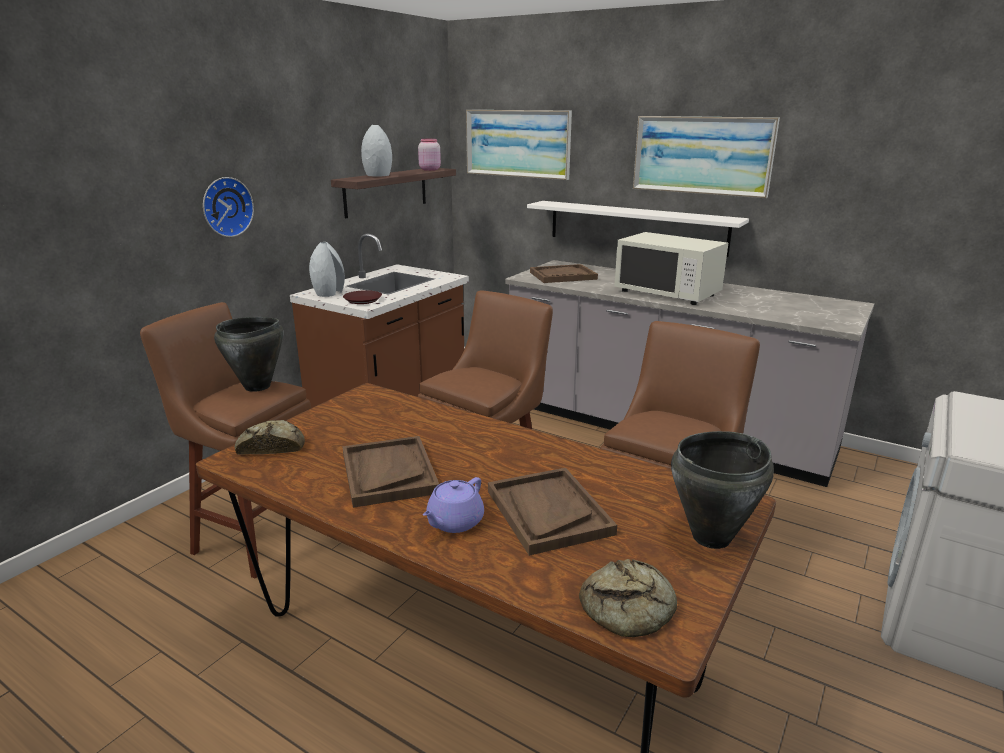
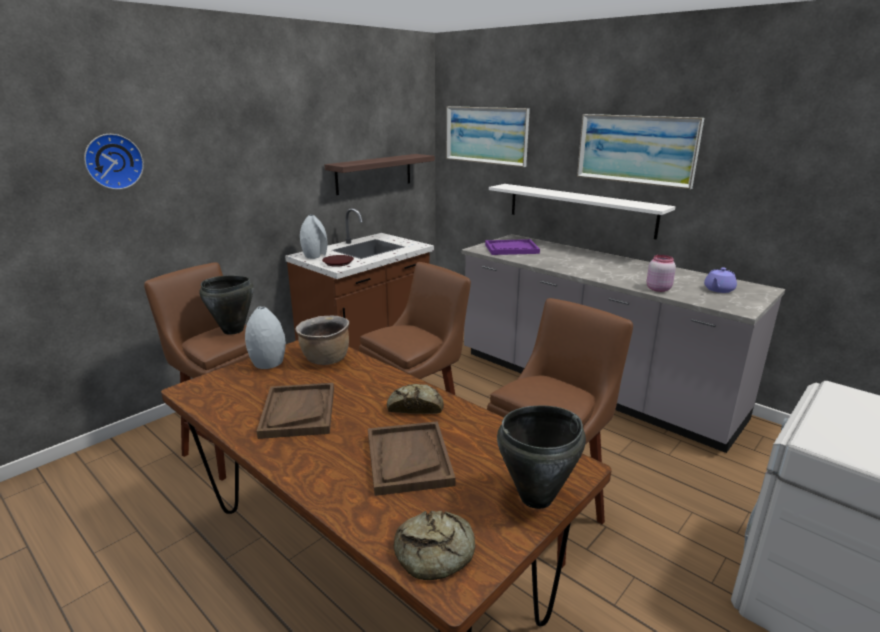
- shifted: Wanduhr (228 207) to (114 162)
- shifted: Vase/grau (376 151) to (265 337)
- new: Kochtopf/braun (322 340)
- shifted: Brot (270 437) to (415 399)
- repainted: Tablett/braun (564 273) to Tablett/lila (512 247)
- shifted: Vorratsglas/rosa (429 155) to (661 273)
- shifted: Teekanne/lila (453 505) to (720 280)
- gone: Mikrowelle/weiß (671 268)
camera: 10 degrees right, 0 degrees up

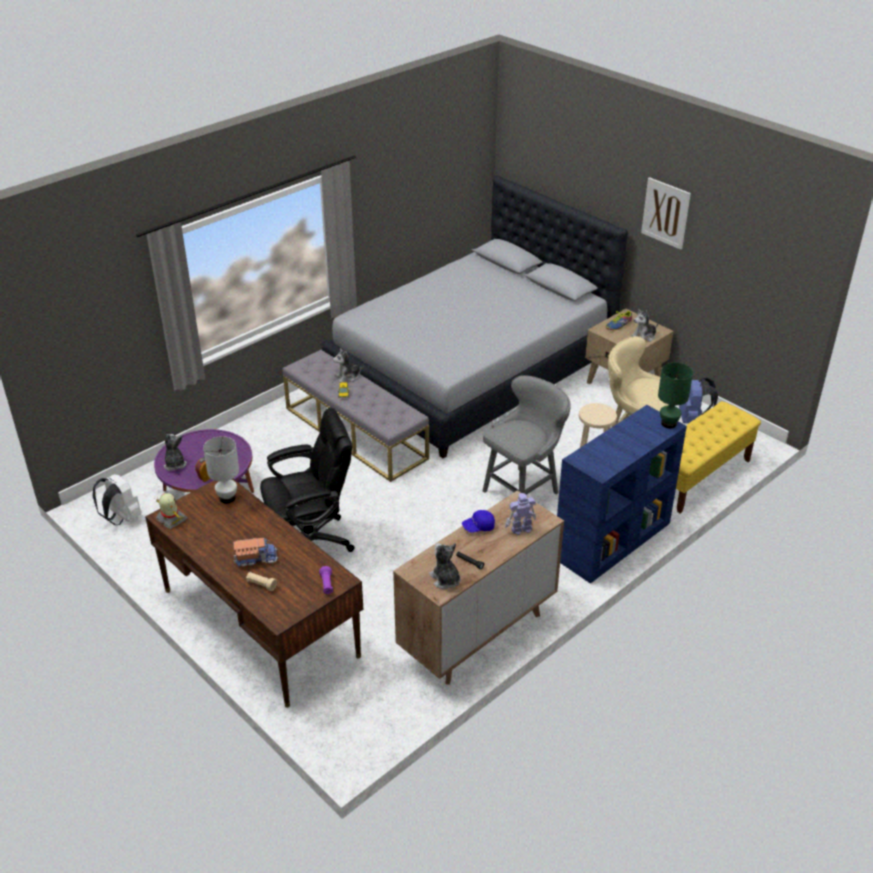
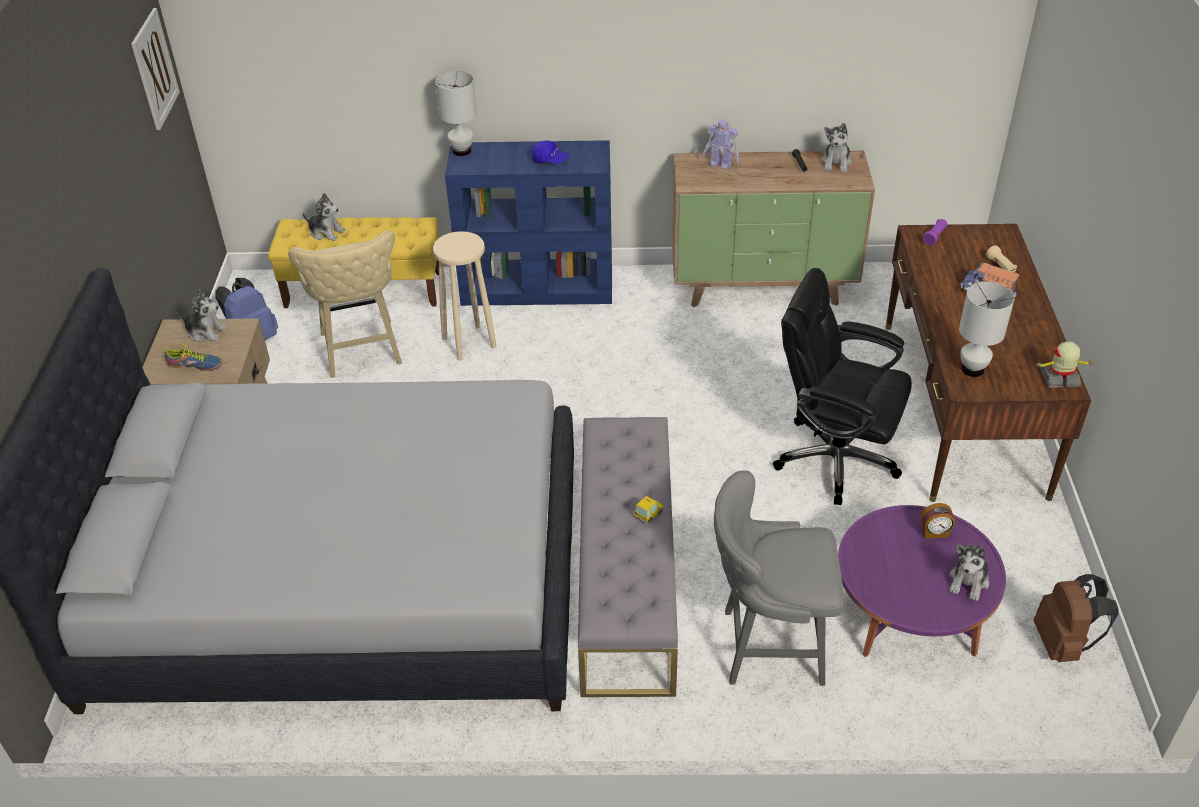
- shifted: Bild (666 213) to (155 69)
- shifted: Plüschtier (348 365) to (323 217)
- repainted: Tischlampe/grün (675 395) to Tischlampe/weiß (456 113)
- shifted: Kappe/blau (478 521) to (550 152)
- shifted: Hocker/grau (527 435) to (779 578)
- repainted: Rucksack/weiß (117 499) to Rucksack/braun (1076 618)
- rotated: Spielzeugroboter (171 511) = (1065 364) 90 degrees clockwise
camera: 135 degrees left, 5 degrees up

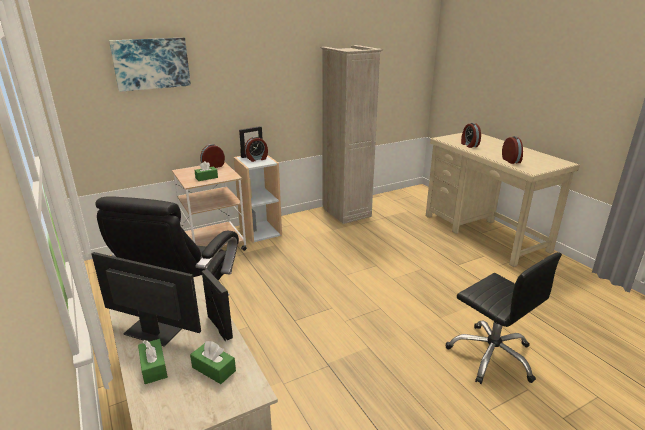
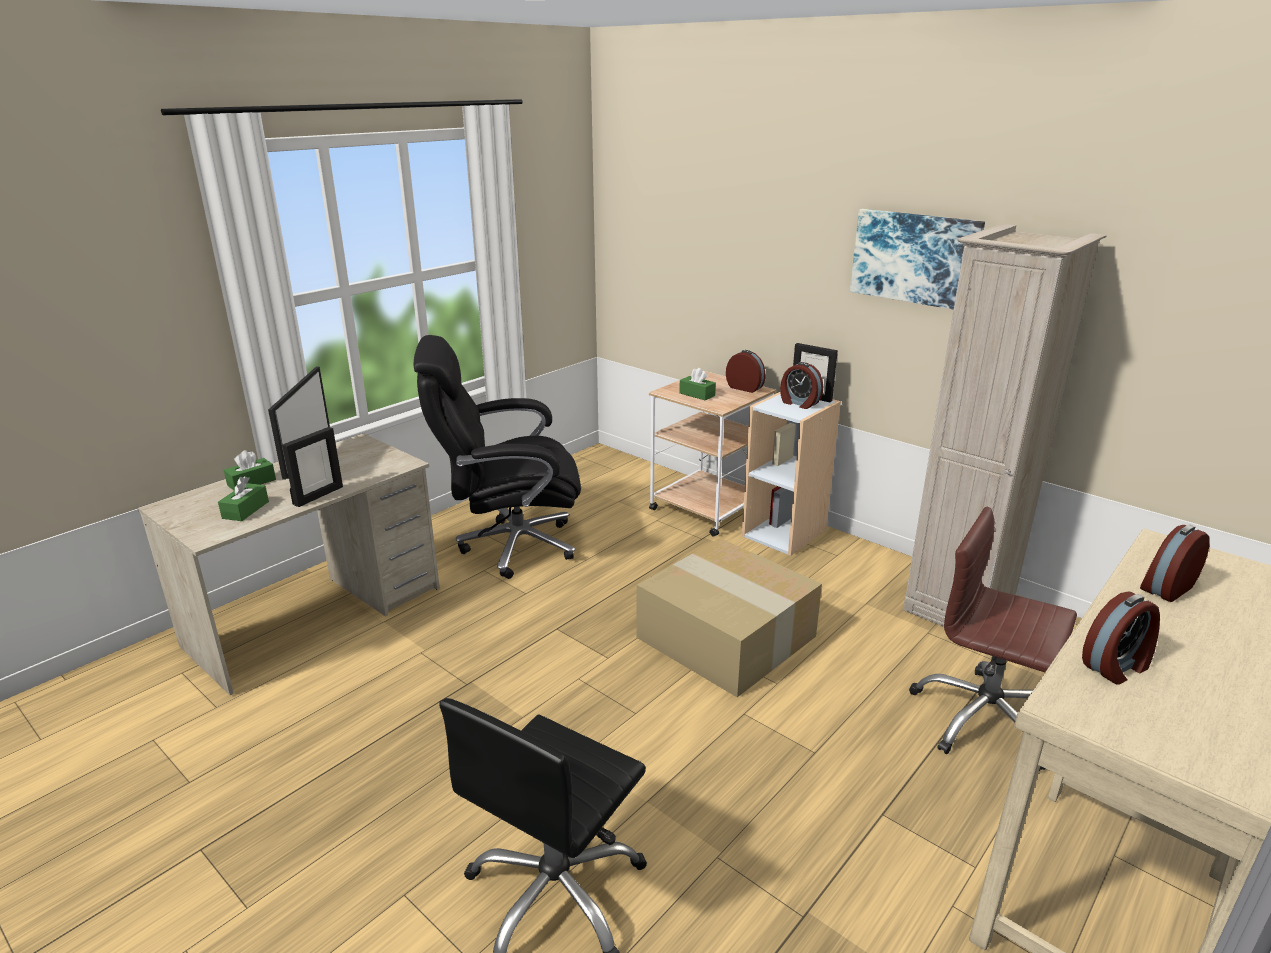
- new: Karton (729 617)
- shifted: Bild (150 65) to (917 259)
- new: Bürostuhl/braun (993 638)
camera: 70 degrees right, 0 degrees up

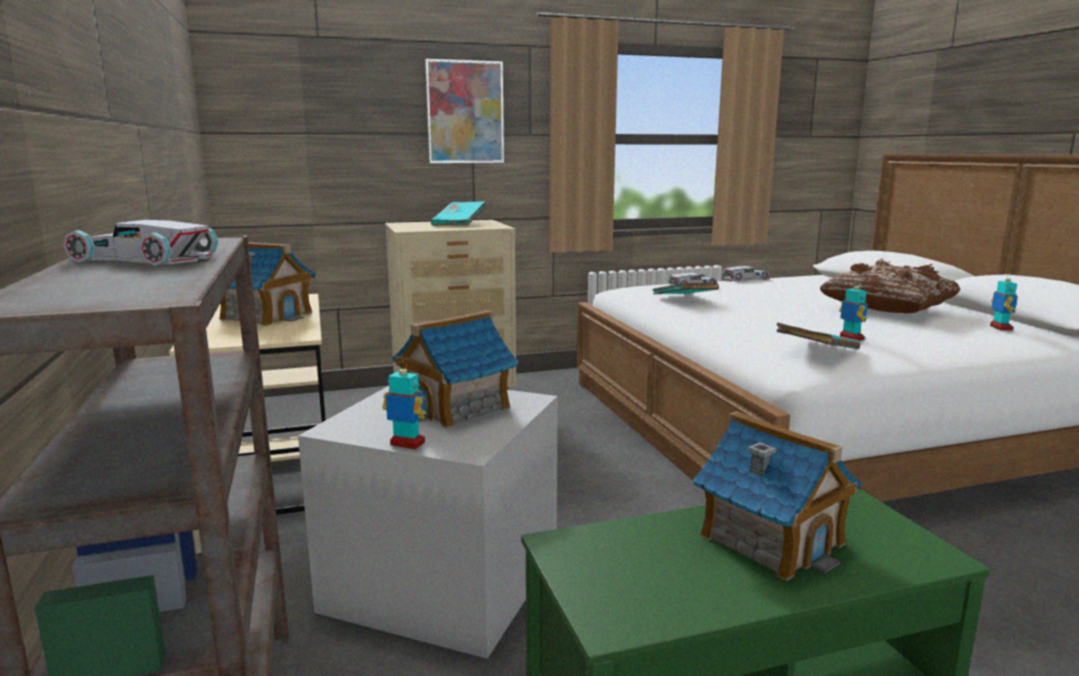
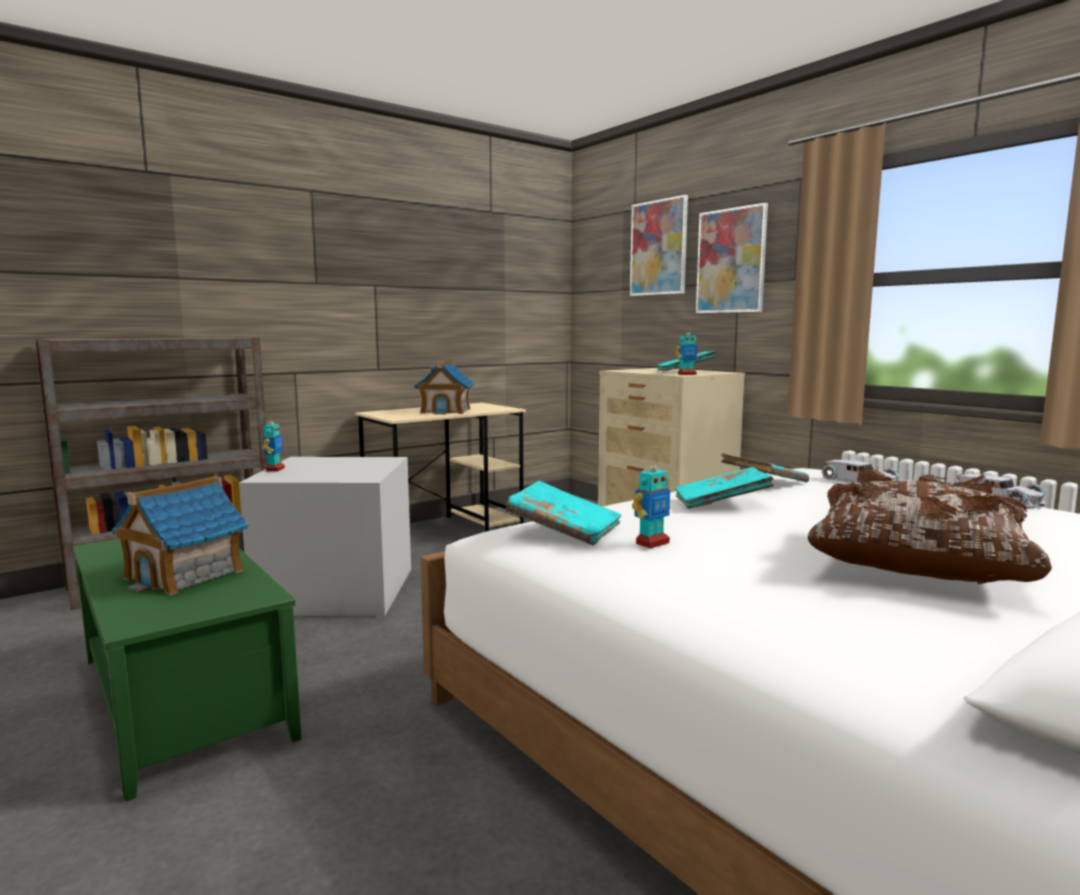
- new: Bild (659 245)
- new: Buch/türkis (724 488)
- shifted: Spielzeugroboter (1004 302) to (687 351)
- gone: Spielzeugauto/weiß (141 243)
- gone: Spielzeughaus (455 369)
camera: 70 degrees right, 5 degrees down

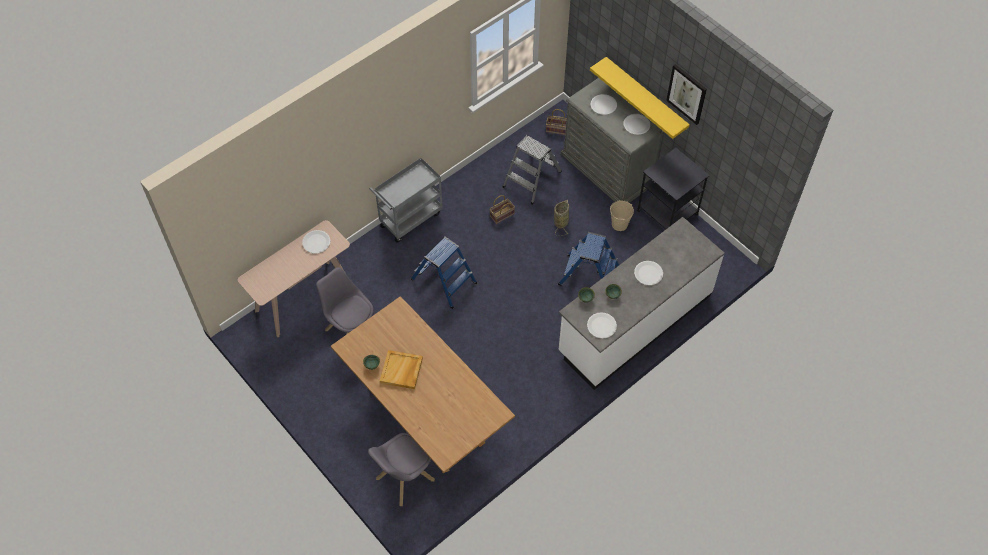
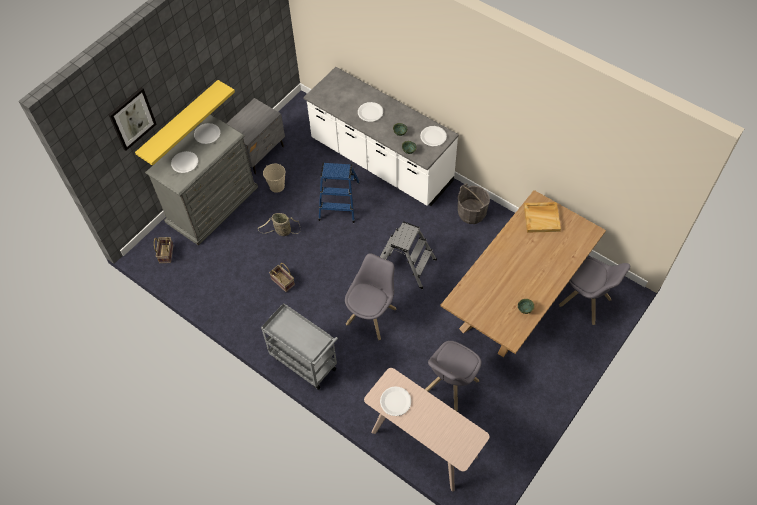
- shifted: Bild (686 94) to (132 119)
- swapped: Rollwagen/schwarz (673 188) to Nachttisch/grau (255 136)
- swapped: Trittleiter/blau (444 273) to Stuhl/grau (371 296)
- shifted: Trittleiter/grau (532 170) to (408 255)
- new: Eimer/grau (474 203)
- shifted: Tablett/beige (401 369) to (542 217)
camera: 100 degrees left, 0 degrees up

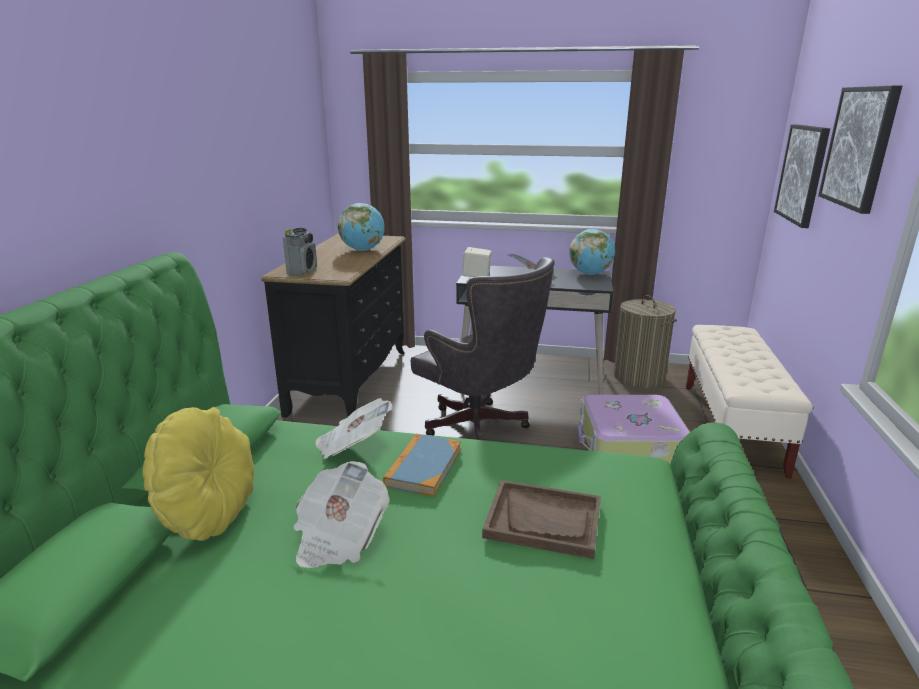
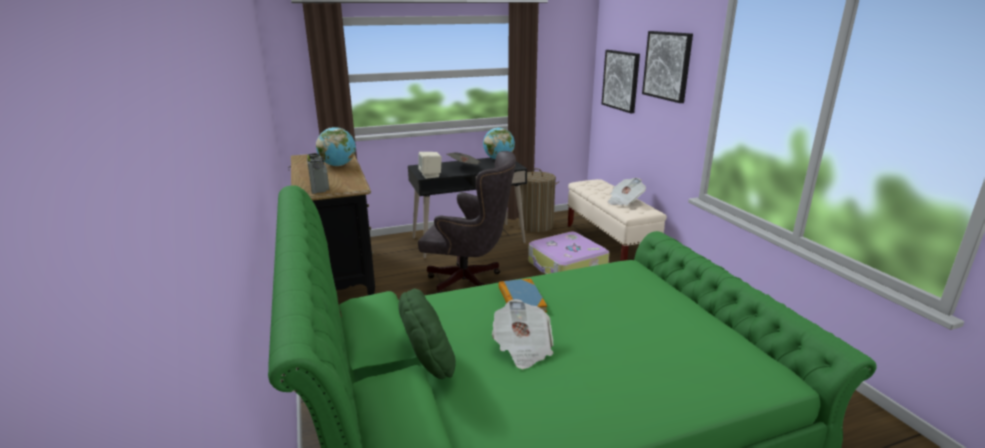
- repainted: Kissen/gelb (198 474) to Kissen/grün (427 333)
- shifted: Zeitung (353 428) to (626 192)
- gone: Tablett/braun (541 519)
camera: 30 degrees left, 0 degrees up

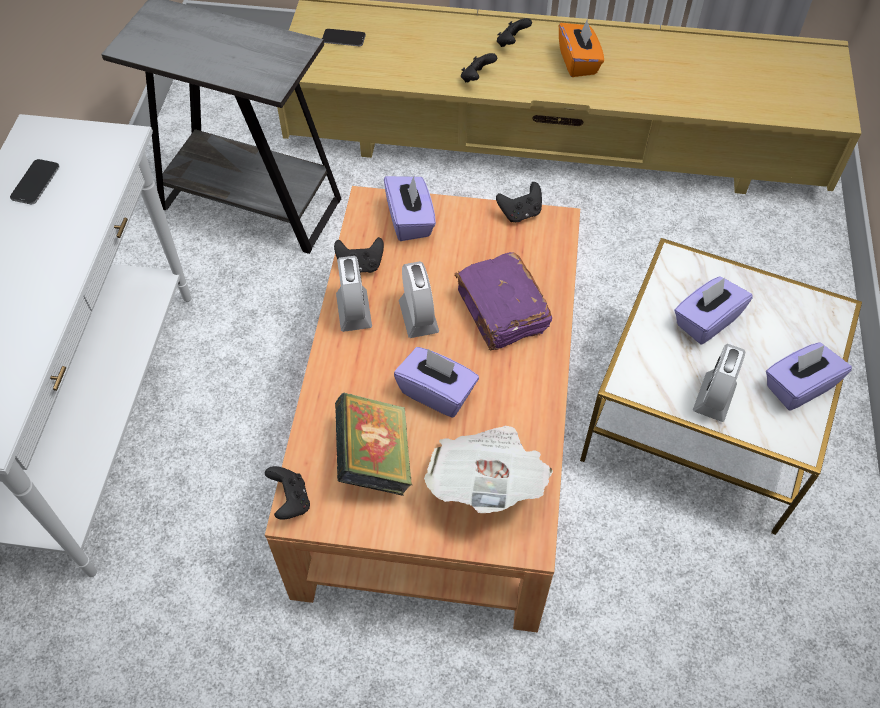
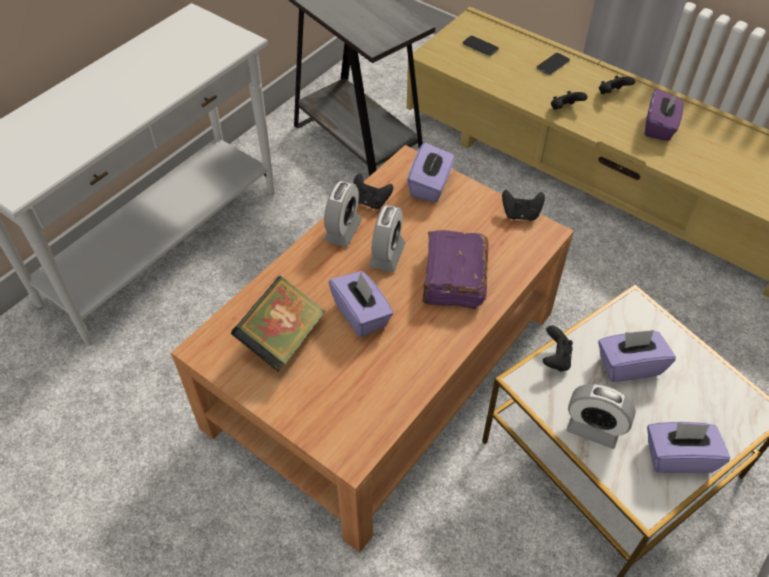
- shifted: Handy (34 181) to (553 64)
- shifted: Gamepad/schwarz (287 493) to (558 349)
- rotated: Wecker (719 383) = (601 416) 120 degrees counterclockwise
- repainted: Taschentuchbox/orange (581 48) to Taschentuchbox/lila (664 115)
- gone: Zeitung (488 469)
camera: 30 degrees right, 5 degrees down

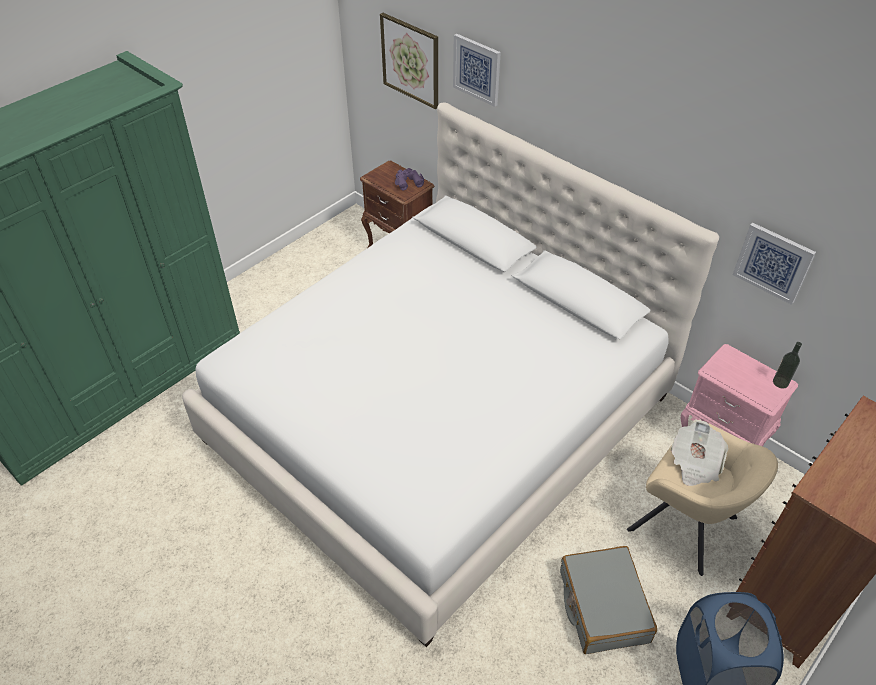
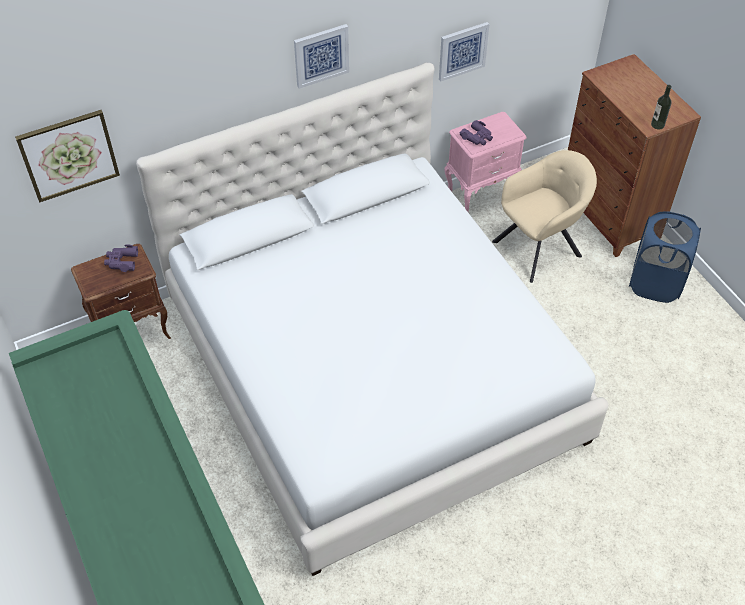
- shifted: Bild (477 70) to (321 56)
- new: Fernglas/lila (476 133)
- shifted: Flasche (787 365) to (661 107)
- gone: Koffer/grau (608 600)
- gone: Zeitung (700 453)
camera: 70 degrees left, 5 degrees up

